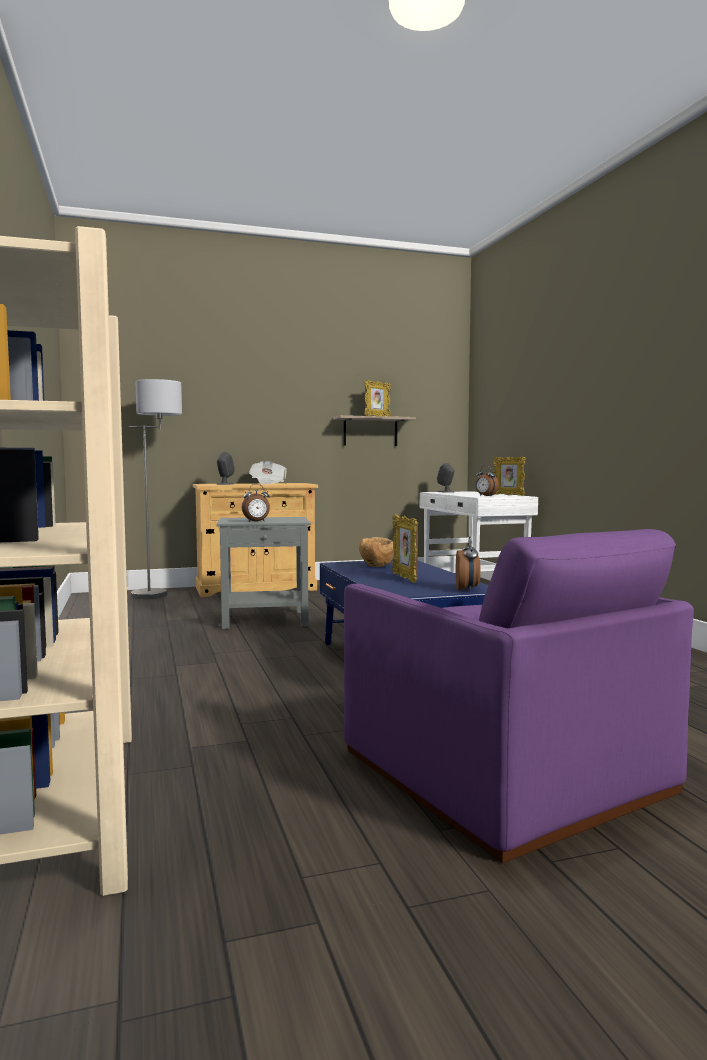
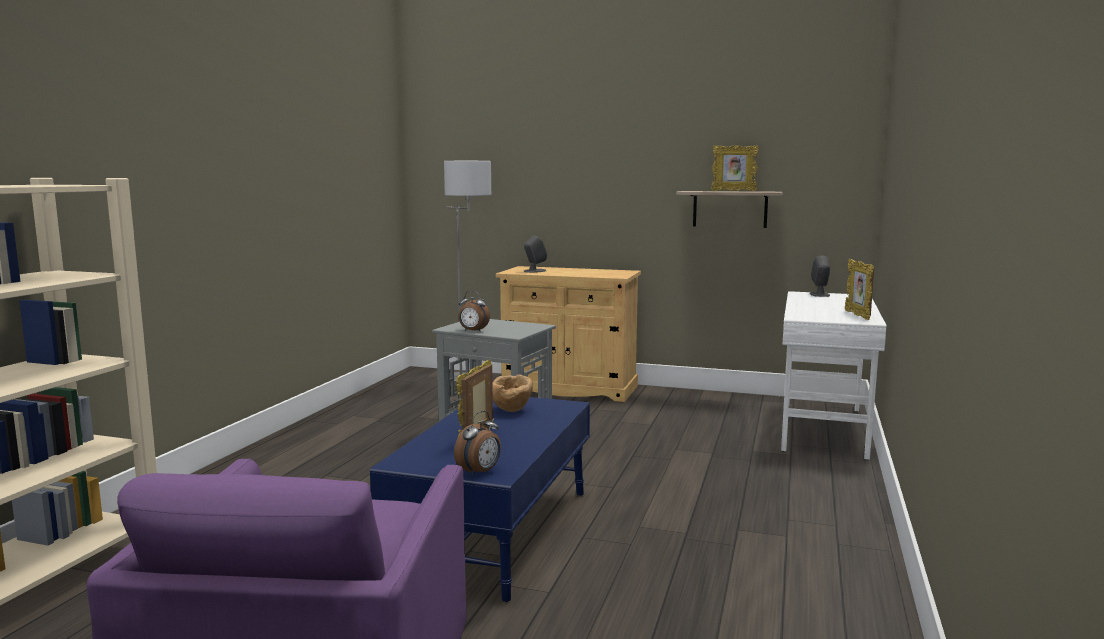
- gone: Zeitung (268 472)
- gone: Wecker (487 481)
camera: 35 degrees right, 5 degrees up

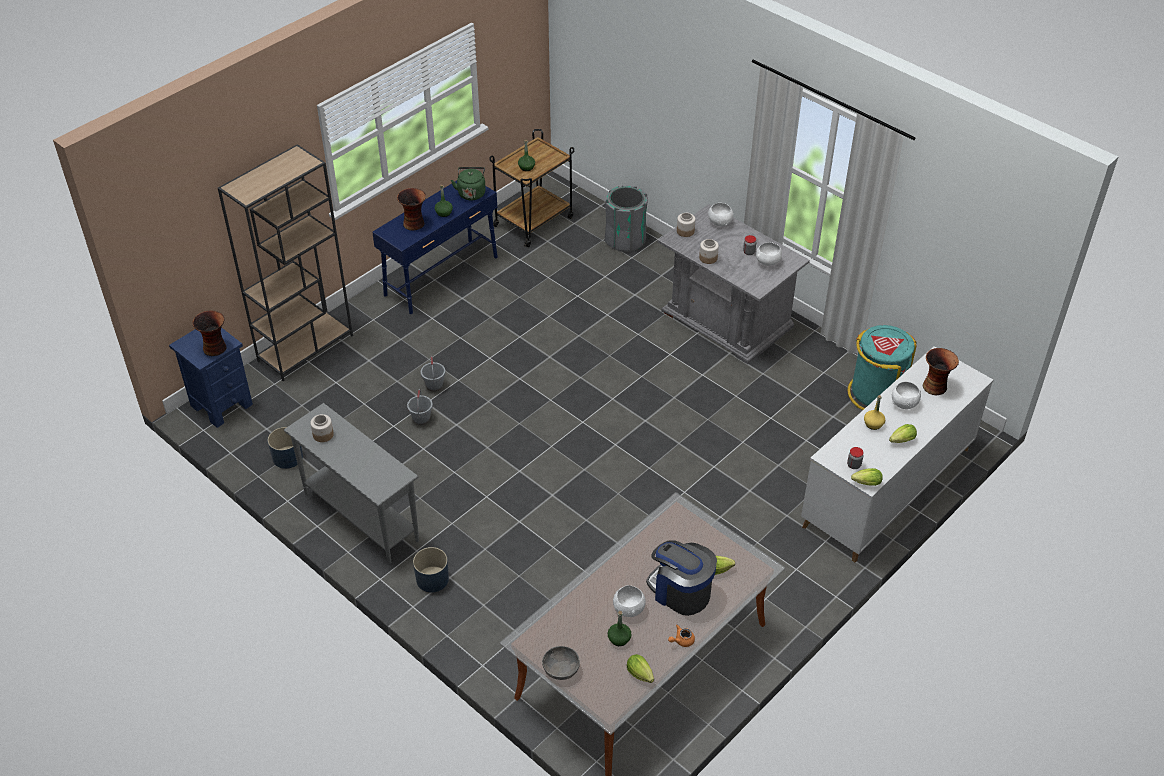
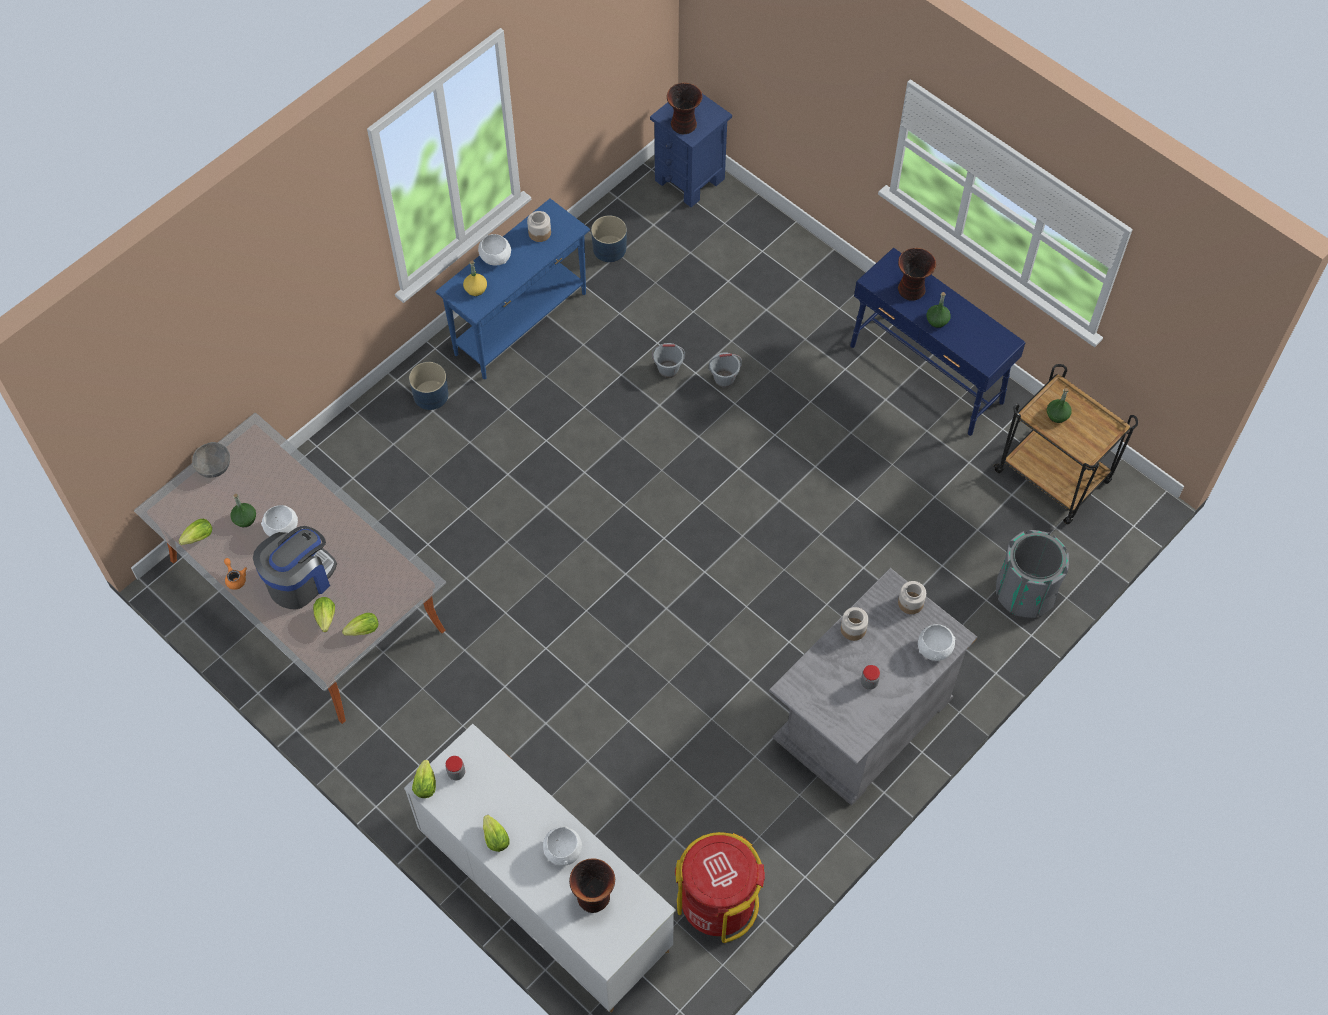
- new: Salatkopf (360 624)
- repainted: Konsolentisch/grau (351 483) to Konsolentisch/blau (512 288)
- shifted: Flasche/gelb (874 412) to (475 278)
- shifted: Schüssel/weiß (769 254) to (494 250)
- repainted: Mülleimer/türkis (882 367) to Mülleimer/rot (720 887)
- gone: Bücherregal (285 262)
- gone: Wasserkessel/grün (468 183)
camera: 90 degrees right, 15 degrees up

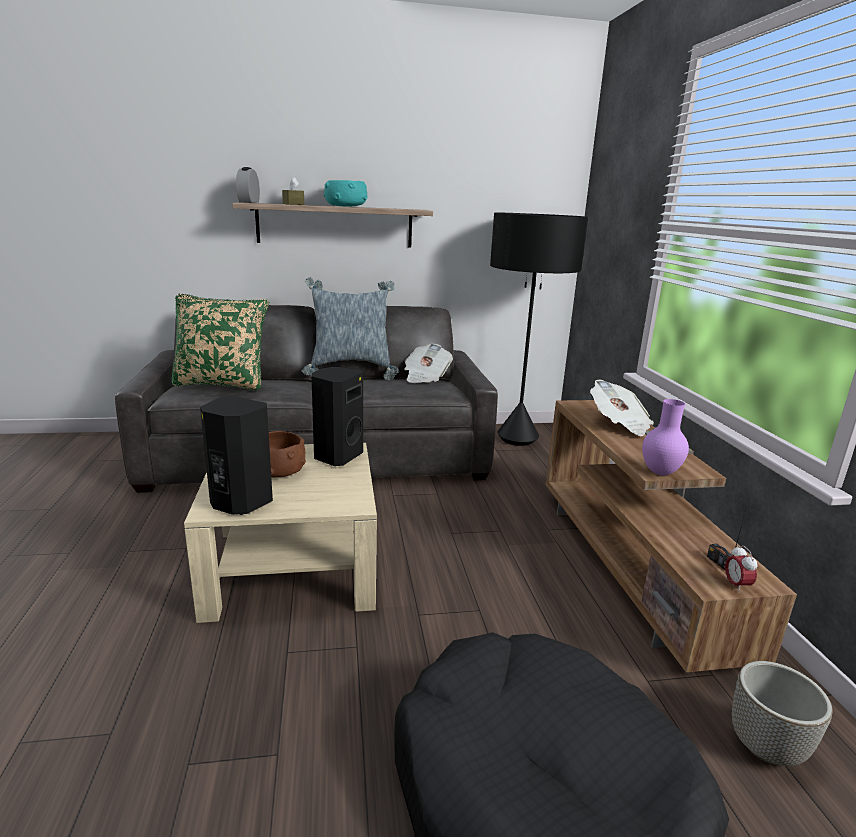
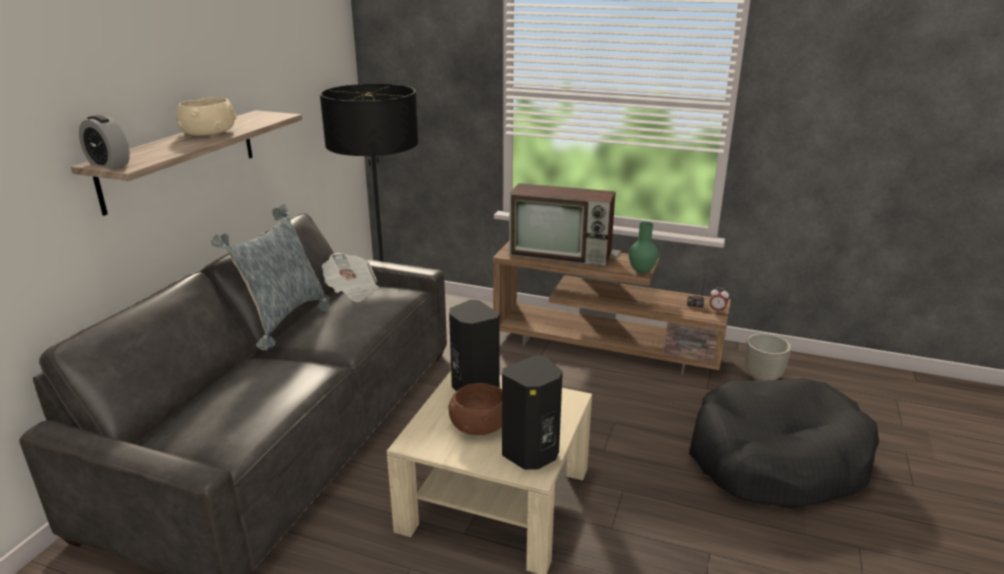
- repainted: Schüssel/türkis (345 193) to Schüssel/beige (206 116)
- swapped: Zeitung (622 408) to Fernseher (562 224)
- repainted: Vase/lila (665 437) to Vase/grün (643 247)
- gone: Kissen/grün (220 342)
- gone: Taschentuchbox/braun (293 191)
camera: 60 degrees left, 5 degrees up

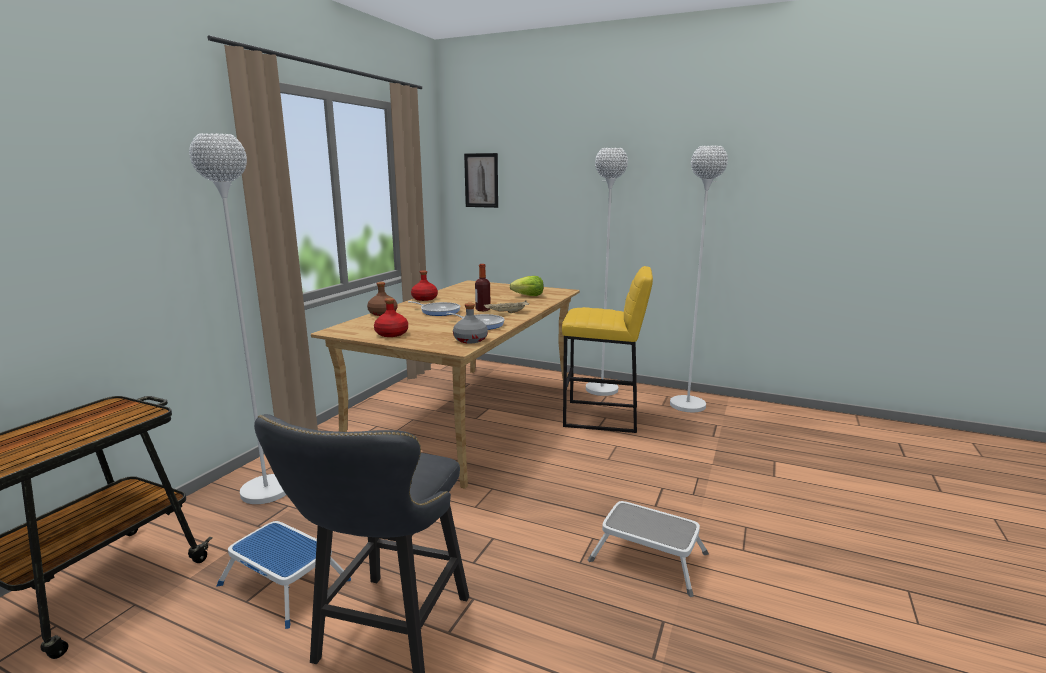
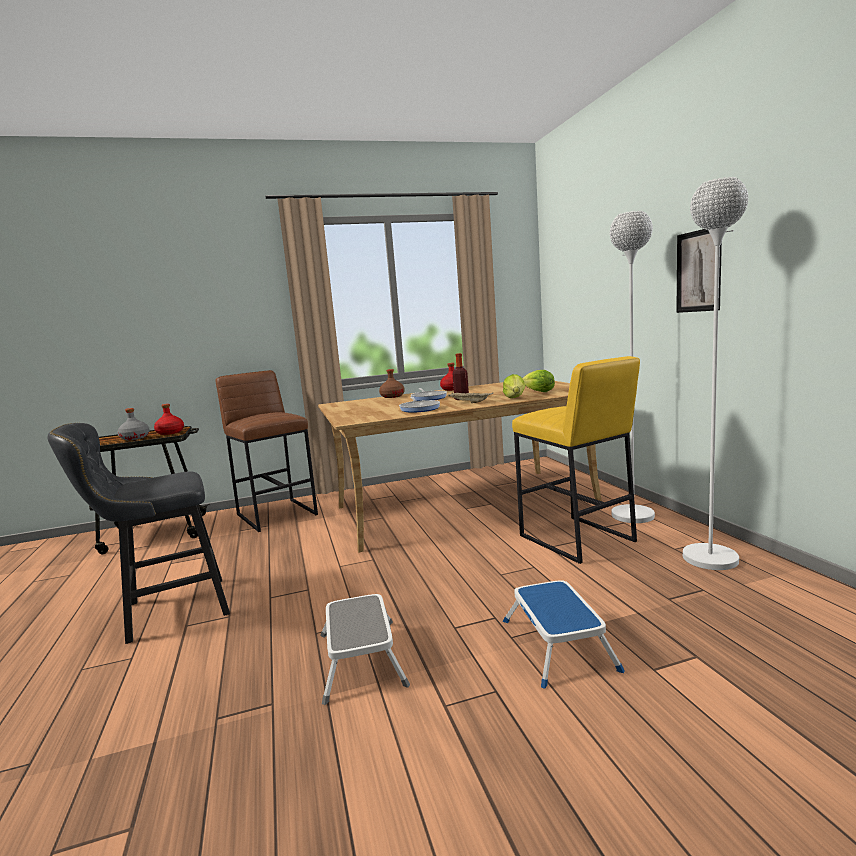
- shifted: Flasche/grau (470 323) to (134 424)
- shifted: Flasche/rot (391 317) to (169 419)
- swapped: Stehlampe/weiß (237 318) to Hocker/braun (266 451)
- new: Salatkopf (514 386)
- shifted: Trittleiter/blau (284 575) to (564 634)
- shifted: Bild (481 180) to (699 271)
camera: 50 degrees right, 5 degrees down

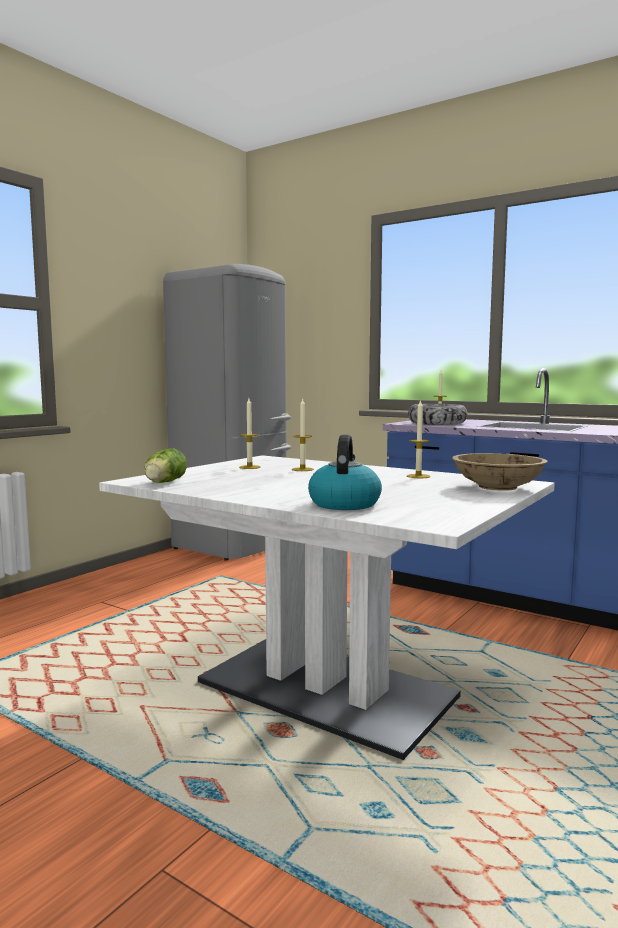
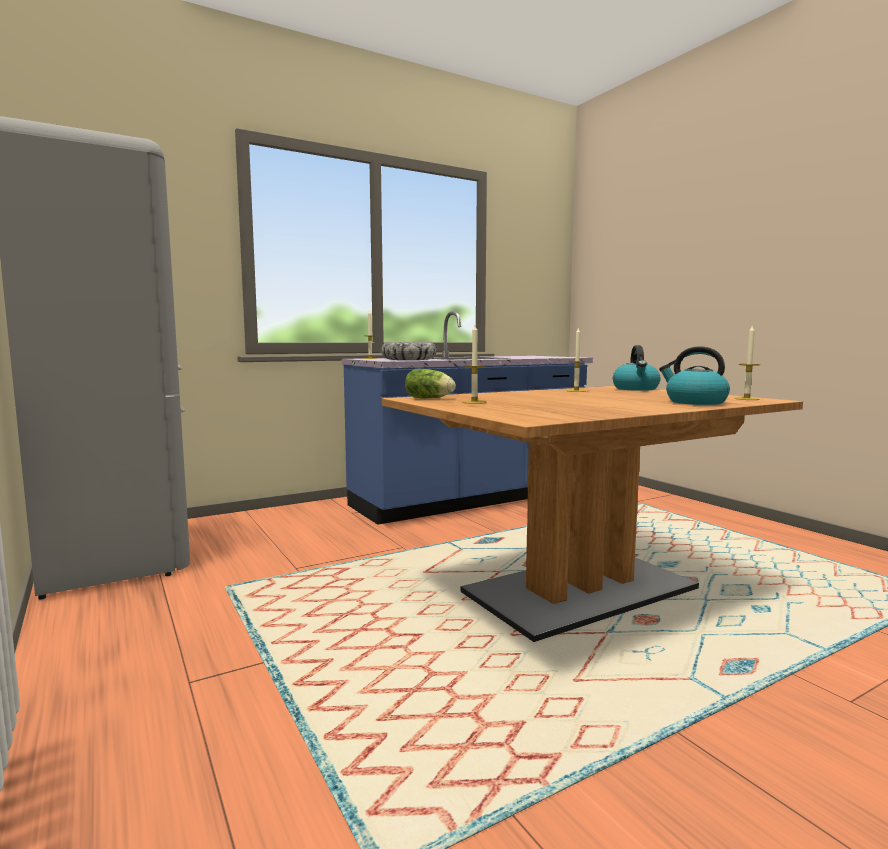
- repainted: Esstisch/weiß (327 607) to Esstisch/braun (592 514)
- shifted: Salatkopf (165 465) to (430 383)
- swapped: Schüssel/beige (499 472) to Wasserkessel (637 368)
- shifted: Kerze (303 435) to (747 363)
camera: 65 degrees left, 0 degrees up

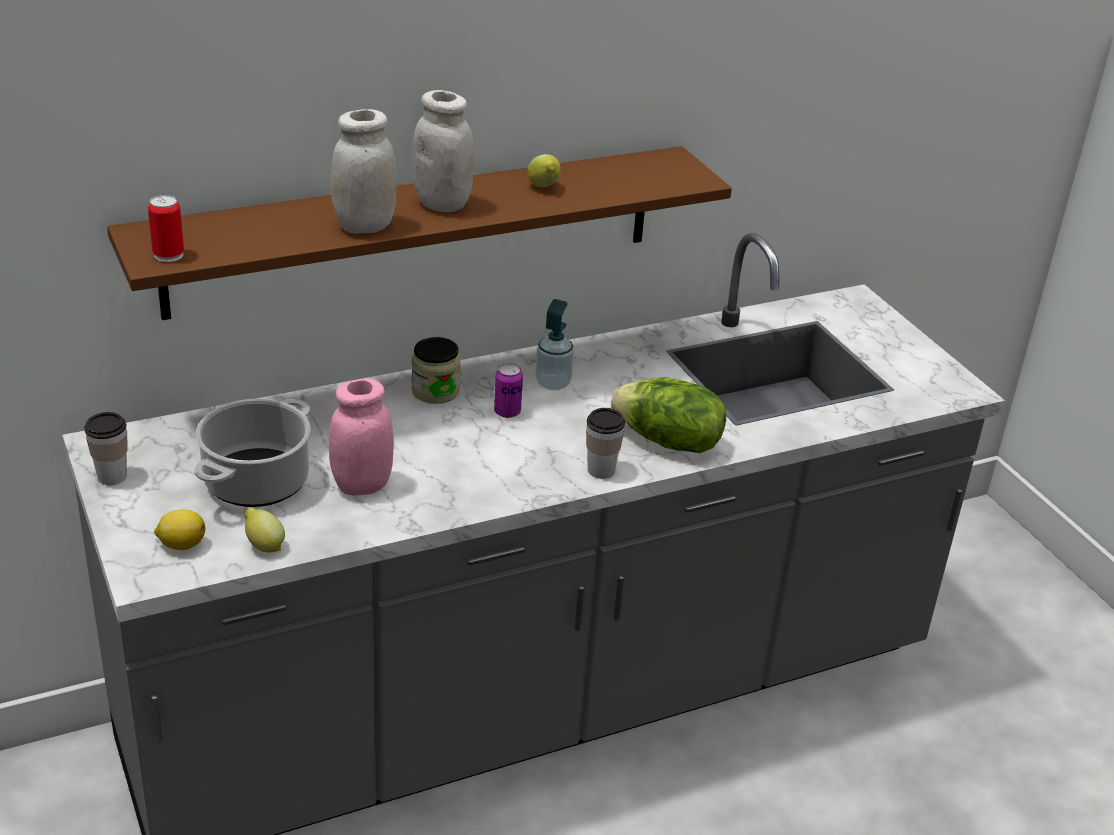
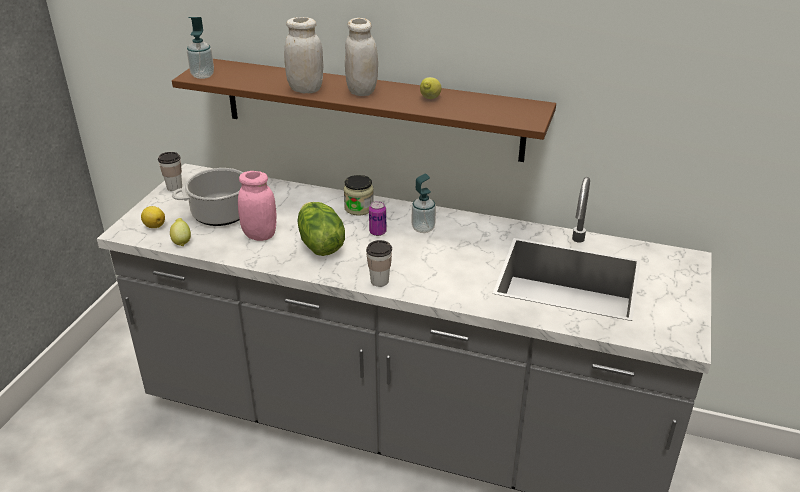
- swapped: Dose (166 228) to Seifenspender (200 48)
- shifted: Salatkopf (668 415) to (321 229)
camera: 45 degrees right, 0 degrees up

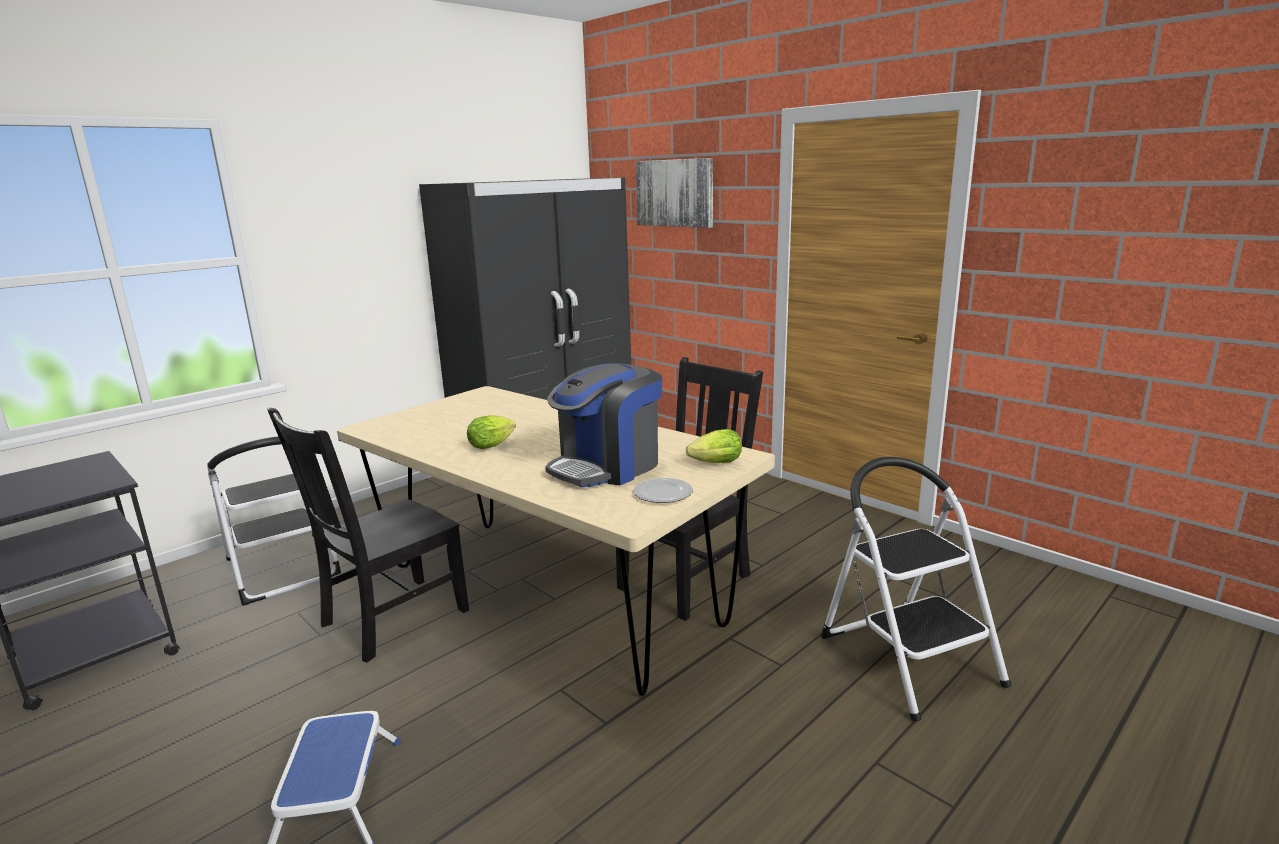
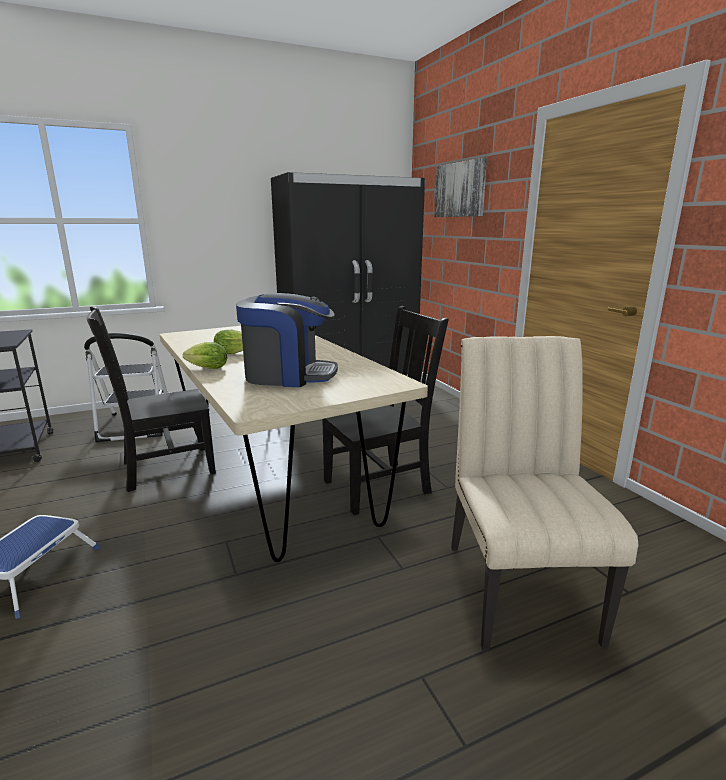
- shifted: Salatkopf (714 446) to (205 355)
- rotated: Kaffeemaschine (603 425) = (287 340) 150 degrees counterclockwise
- swapped: Trittleiter (916 589) to Stuhl/beige (545 493)
- gone: Teller (663 490)
camera: 20 degrees right, 0 degrees up

